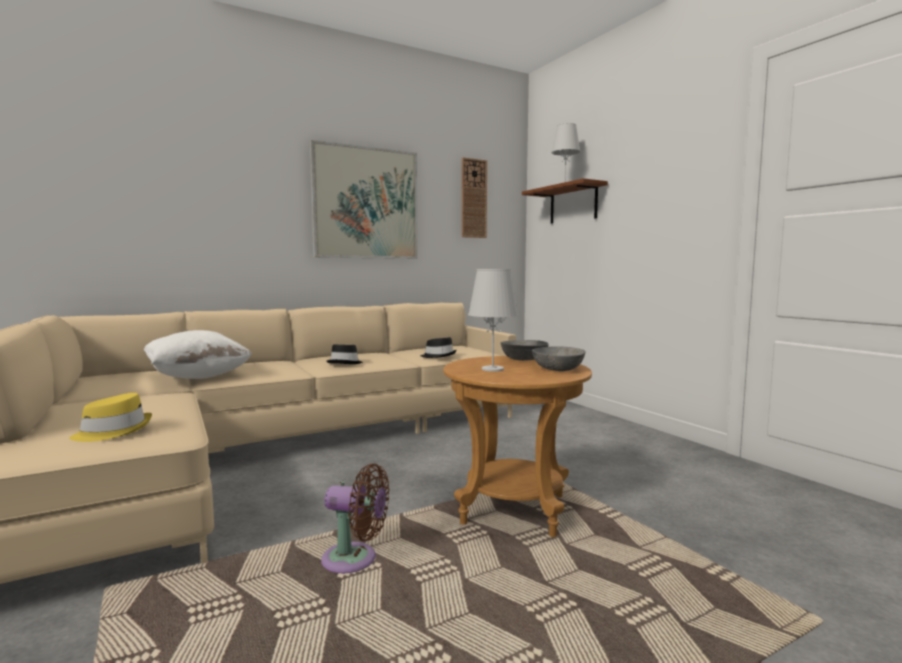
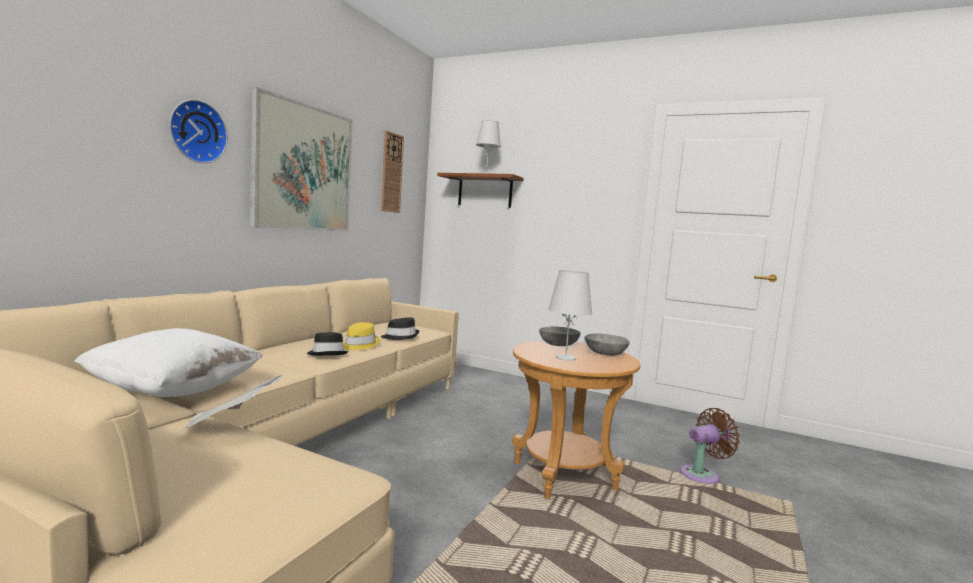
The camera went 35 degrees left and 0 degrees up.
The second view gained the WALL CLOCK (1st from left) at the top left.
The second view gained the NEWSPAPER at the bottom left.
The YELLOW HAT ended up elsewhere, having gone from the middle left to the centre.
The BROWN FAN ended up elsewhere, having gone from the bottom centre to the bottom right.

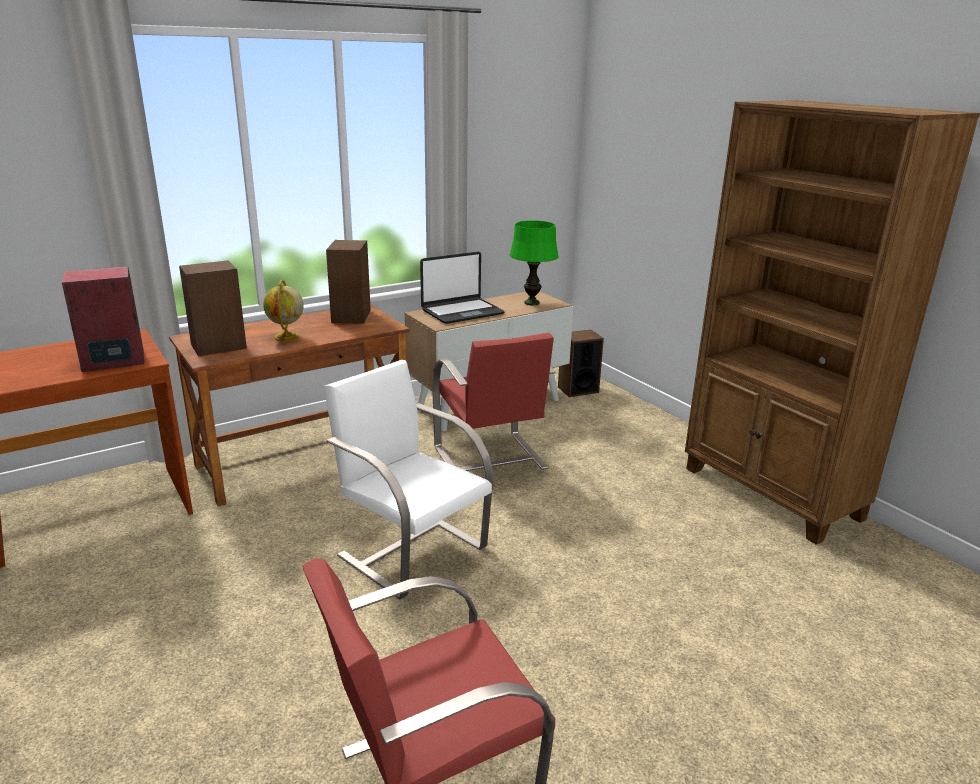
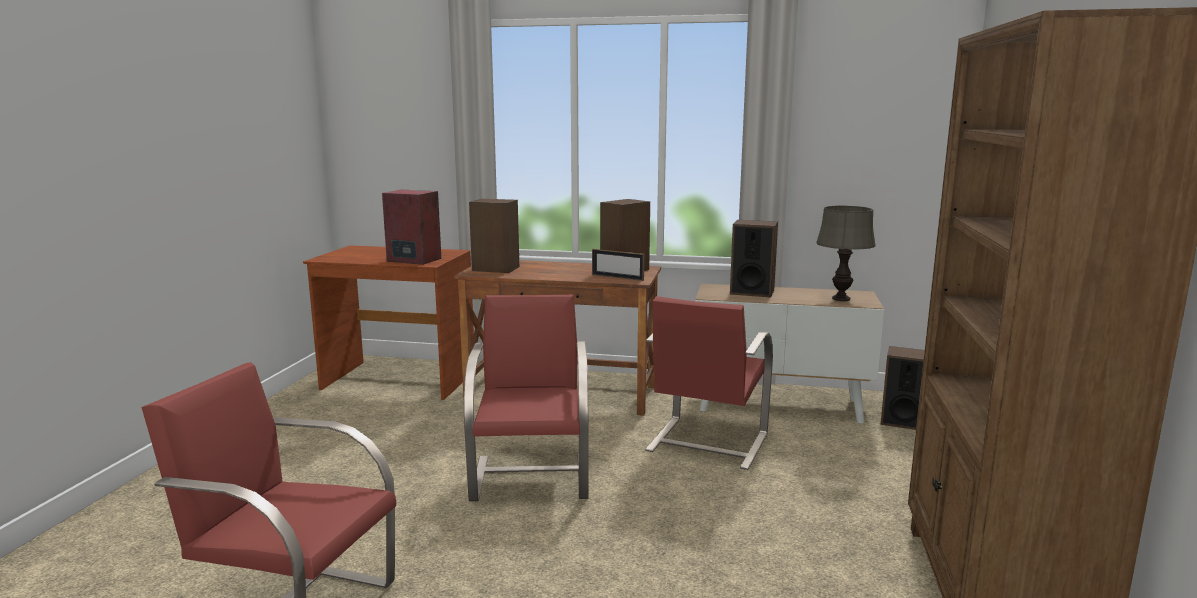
The camera went 45 degrees right and 10 degrees down.
What was the WHITE CHAIR at the centre turned into the RED CHAIR (2nd from left) at the centre.
The second view gained the PICTURE FRAME at the centre.
Where the LAPTOP stood at the centre, the SPEAKER (4th from left) came to stand at the centre.
What was the GREEN TABLE LAMP at the centre turned into the GREY TABLE LAMP at the middle right.
The second view lost the GLOBE at the middle left.

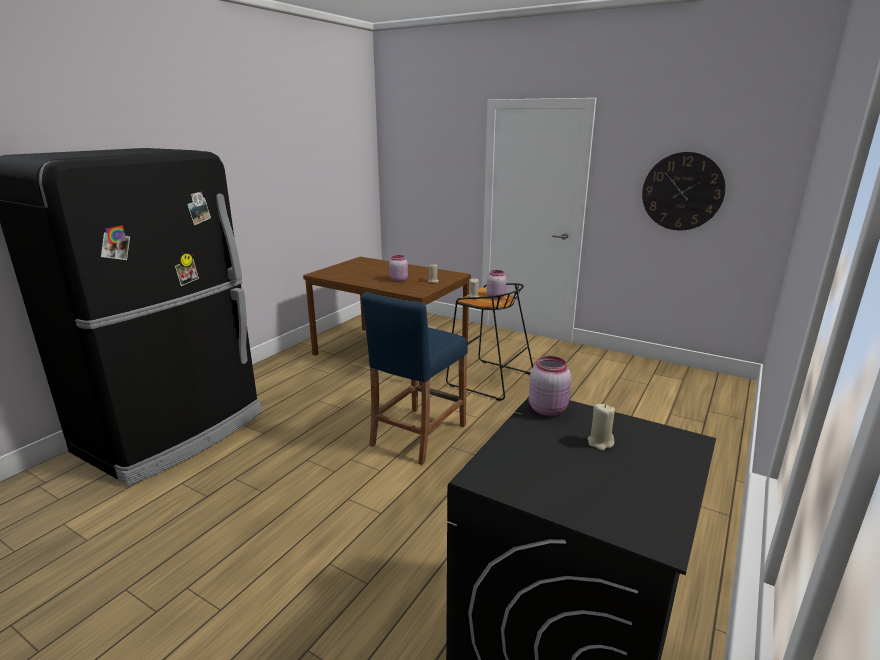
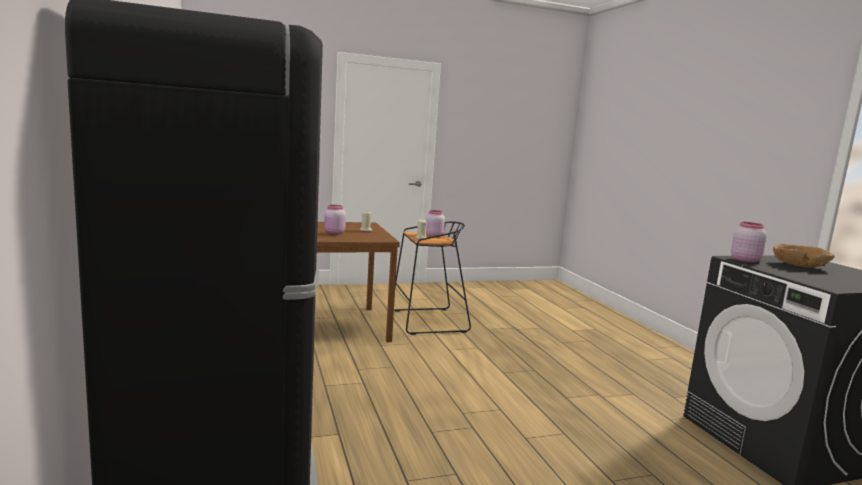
The camera went 50 degrees left and 10 degrees down.
Where the BEIGE CANDLE (3rd from left) stood at the middle right, the BROWN BOWL came to stand at the middle right.
The second view lost the BLUE STOOL at the centre.
The second view lost the WALL CLOCK at the top right.

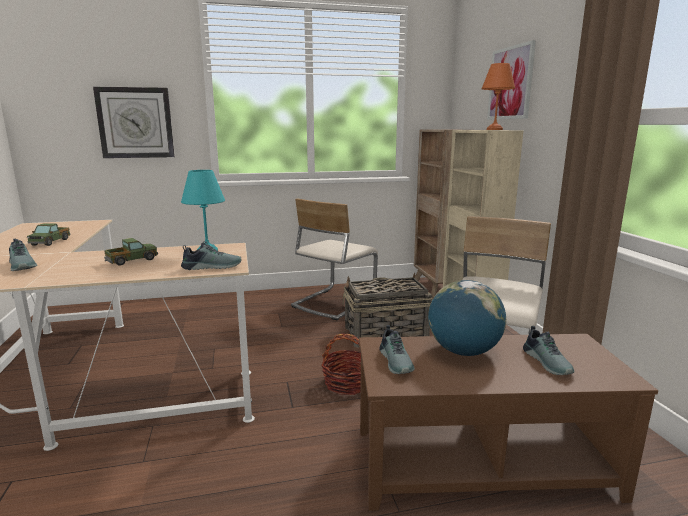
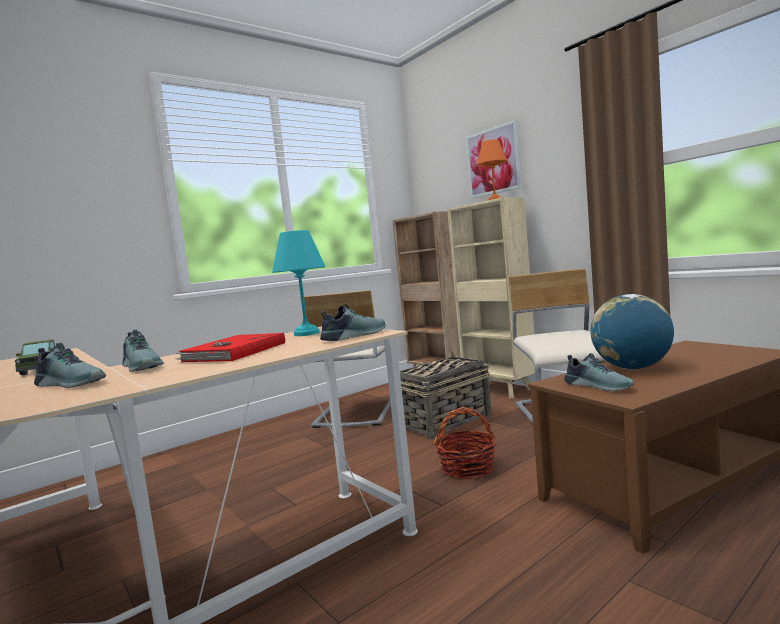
The camera went 25 degrees left and 10 degrees down.
The SHOE (4th from left in the first image) ended up elsewhere, having gone from the bottom right to the middle left.
Where the TOY TRUCK (2nd from left) stood at the middle left, the RED BOOK came to stand at the middle left.
The second view lost the WALL CLOCK at the top left.

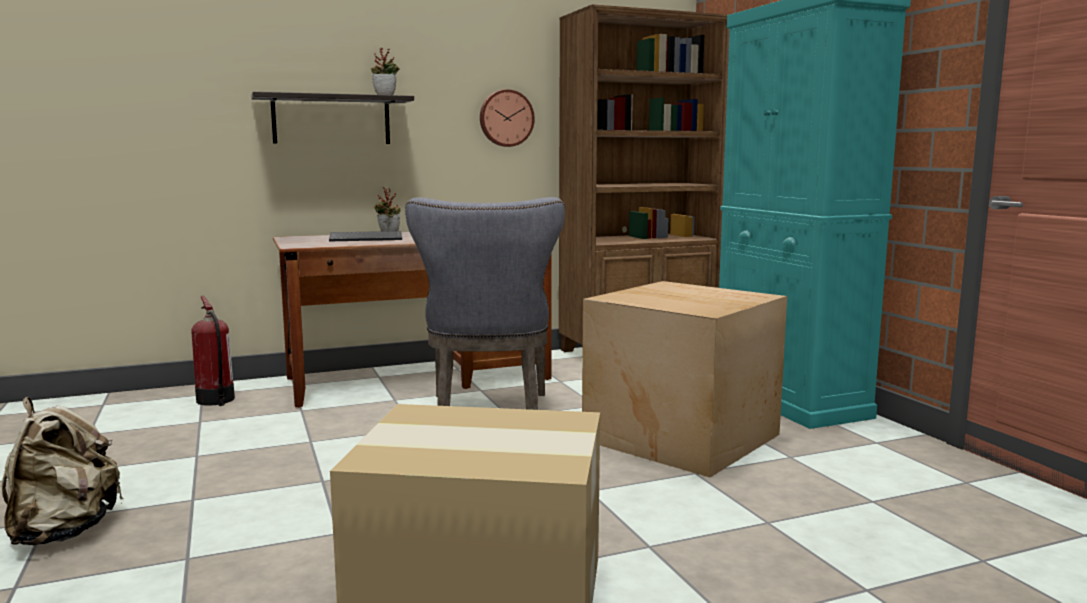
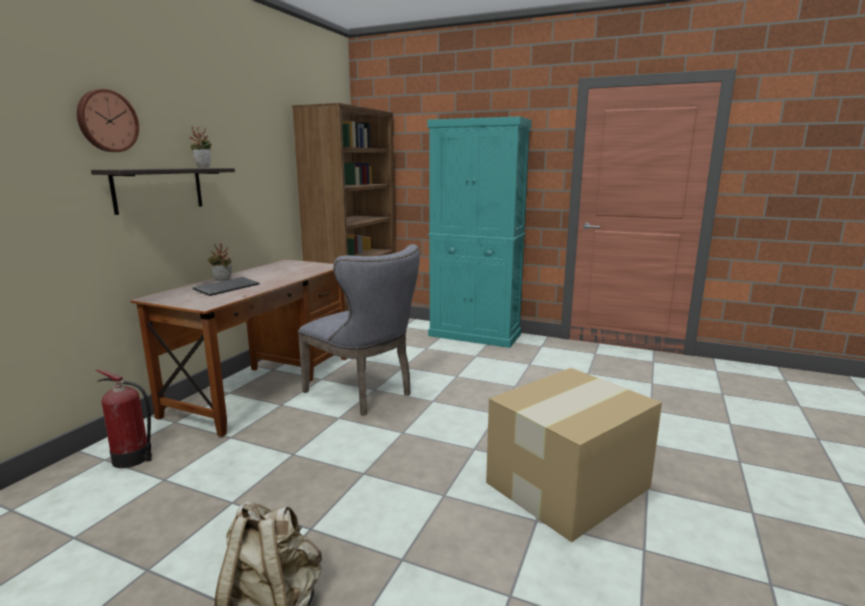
The camera went 45 degrees left and 5 degrees up.
The WALL CLOCK ended up elsewhere, having gone from the top centre to the top left.
The second view lost the CARDBOARD BOX (2nd from left) at the centre.

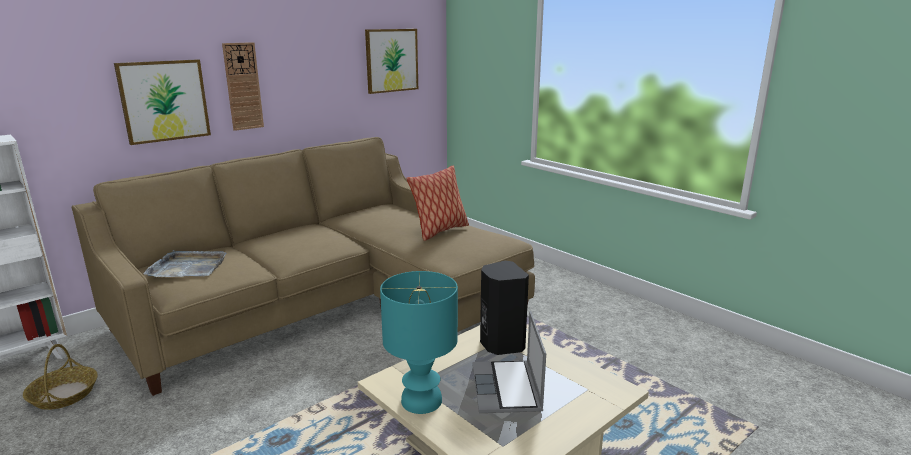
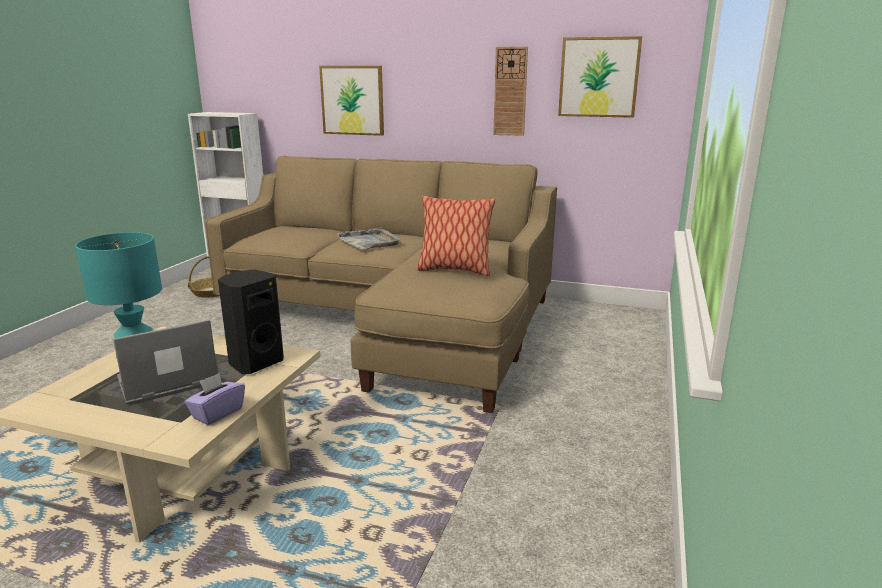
The camera went 60 degrees right and 0 degrees up.
The second view gained the PURPLE TISSUE BOX at the bottom left.
The GREY TRAY ended up elsewhere, having gone from the middle left to the centre.
The WALL CLOCK ended up elsewhere, having gone from the top left to the top centre.

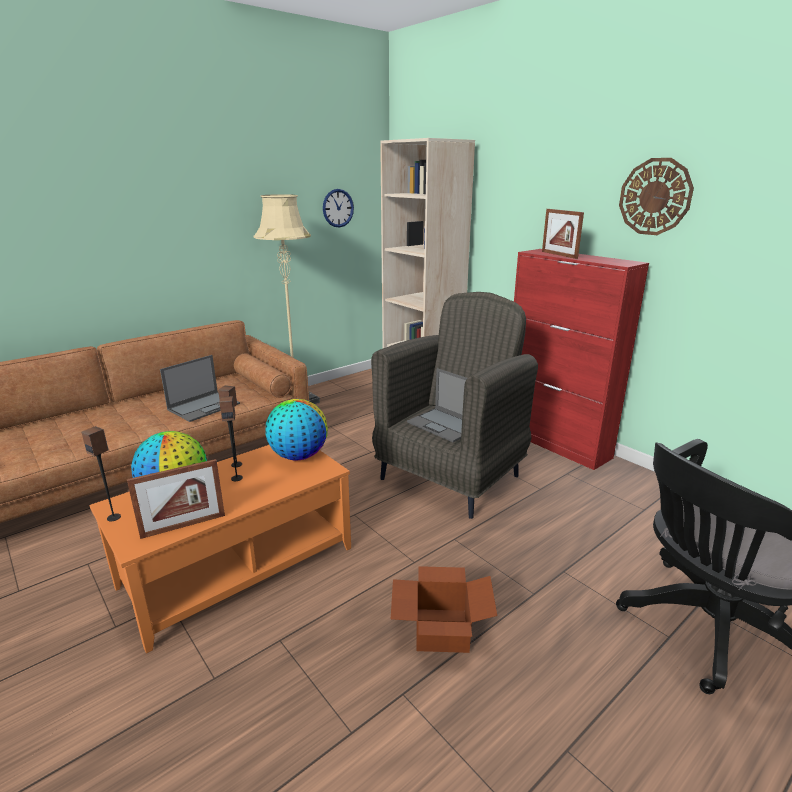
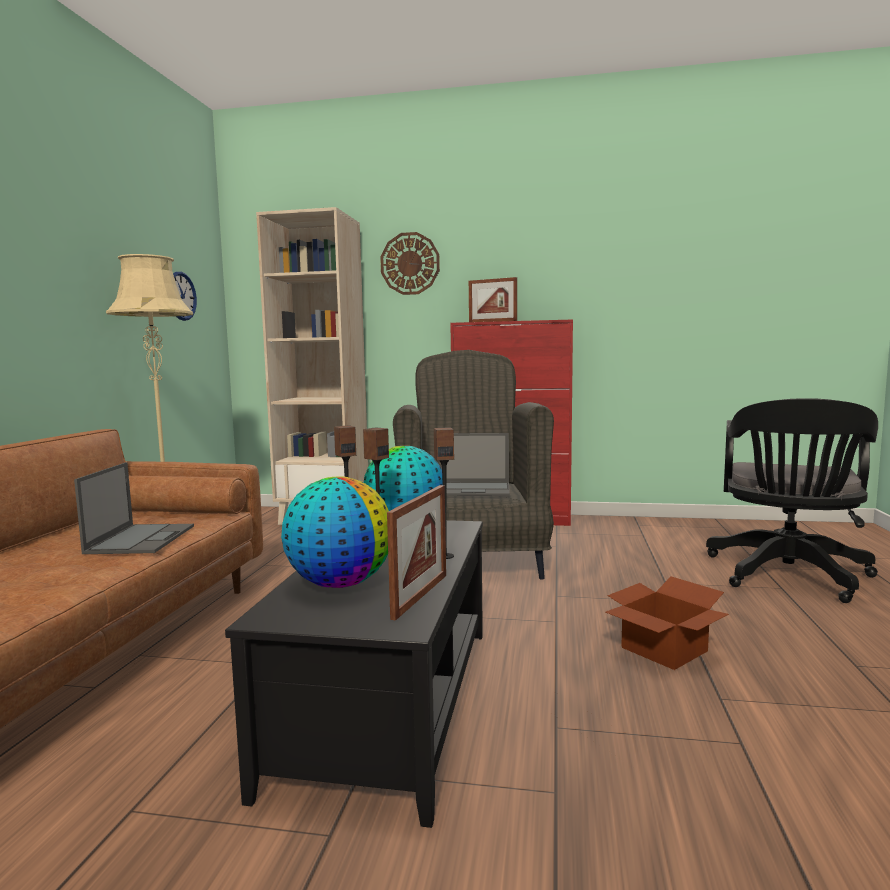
The camera went 40 degrees left and 15 degrees down.
What was the ORANGE COFFEE TABLE at the bottom left turned into the BLACK COFFEE TABLE at the bottom centre.
The WALL CLOCK (2nd from left) ended up elsewhere, having gone from the top right to the top centre.
The SPEAKER (1st from left in the first image) ended up elsewhere, having gone from the middle left to the centre.

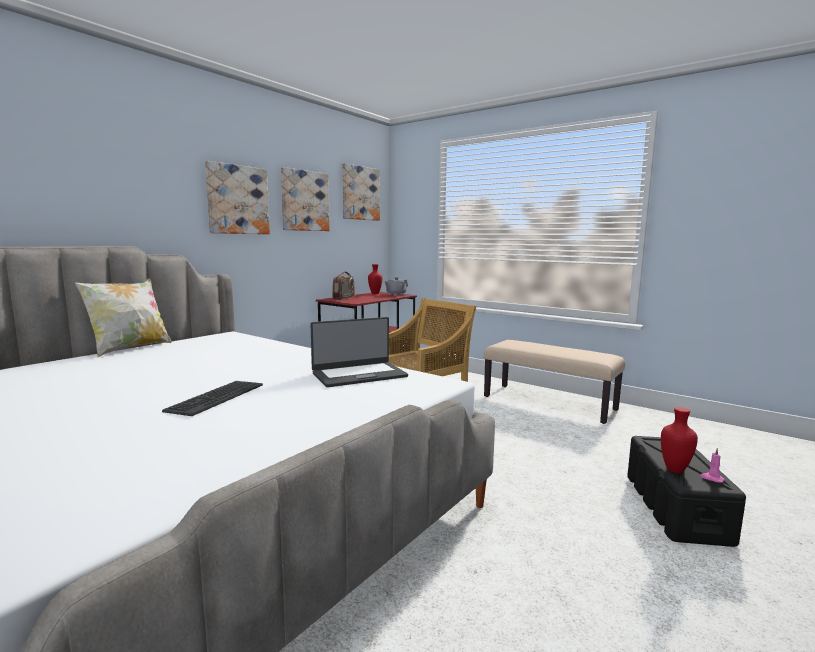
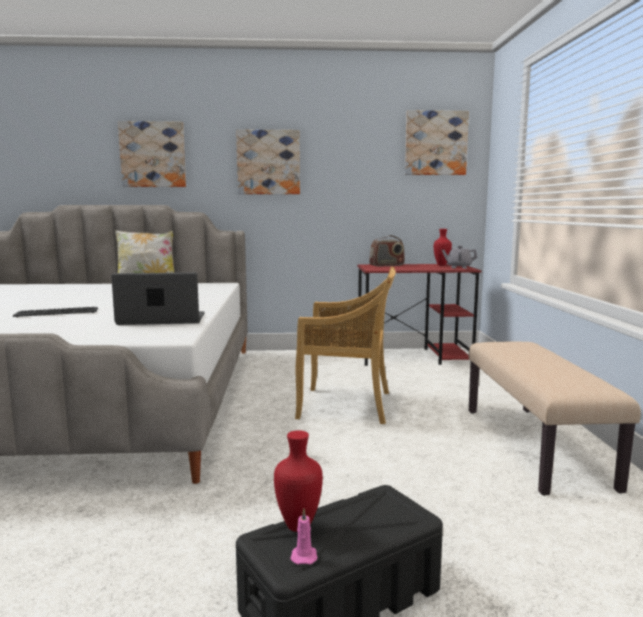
The camera went 50 degrees right and 0 degrees up.
The LAPTOP at the centre ended up facing another way, 150 degrees clockwise from before.
The PICTURE (2nd from left in the first image) ended up elsewhere, having gone from the top centre to the top left.

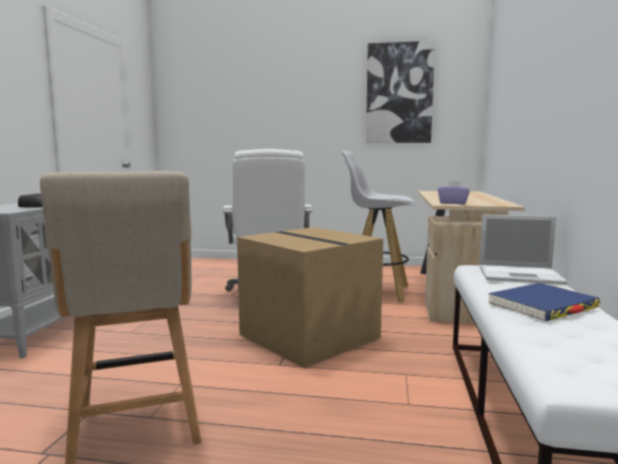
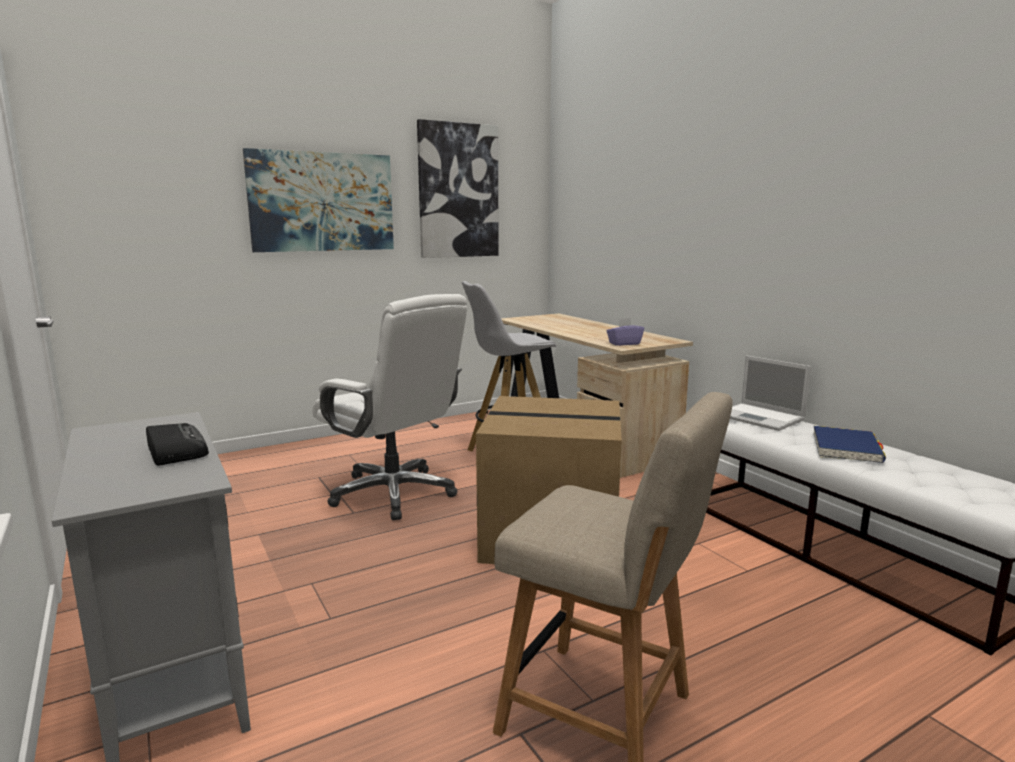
The camera went 40 degrees left and 5 degrees up.
The second view gained the PICTURE (1st from left) at the top left.
The LAPTOP at the middle right ended up facing another way, 75 degrees clockwise from before.

